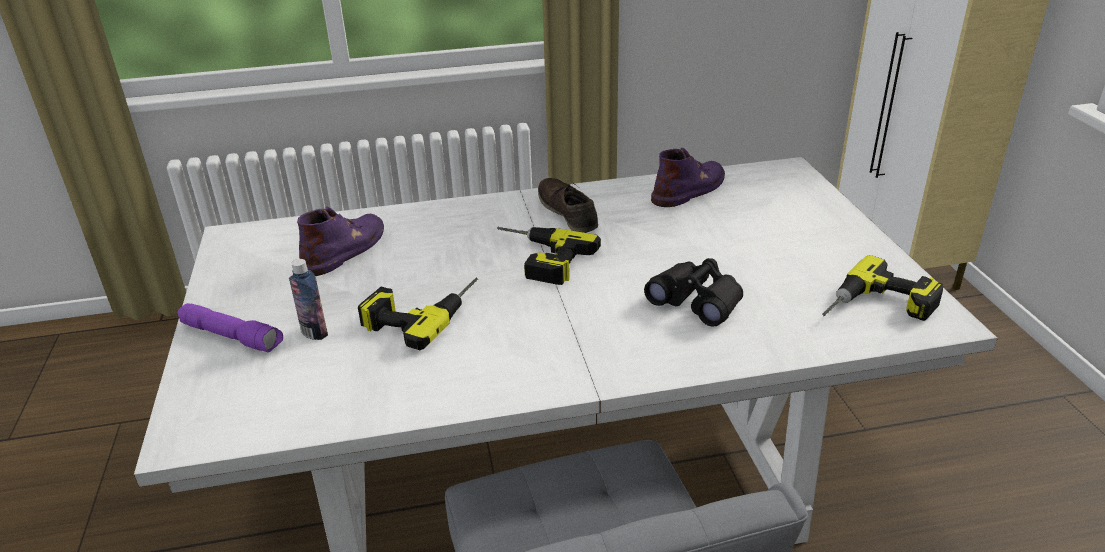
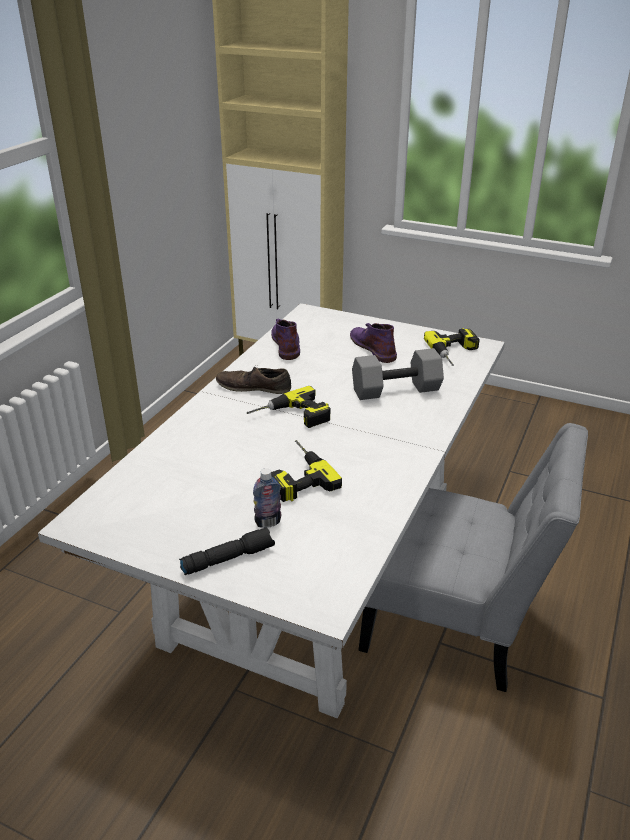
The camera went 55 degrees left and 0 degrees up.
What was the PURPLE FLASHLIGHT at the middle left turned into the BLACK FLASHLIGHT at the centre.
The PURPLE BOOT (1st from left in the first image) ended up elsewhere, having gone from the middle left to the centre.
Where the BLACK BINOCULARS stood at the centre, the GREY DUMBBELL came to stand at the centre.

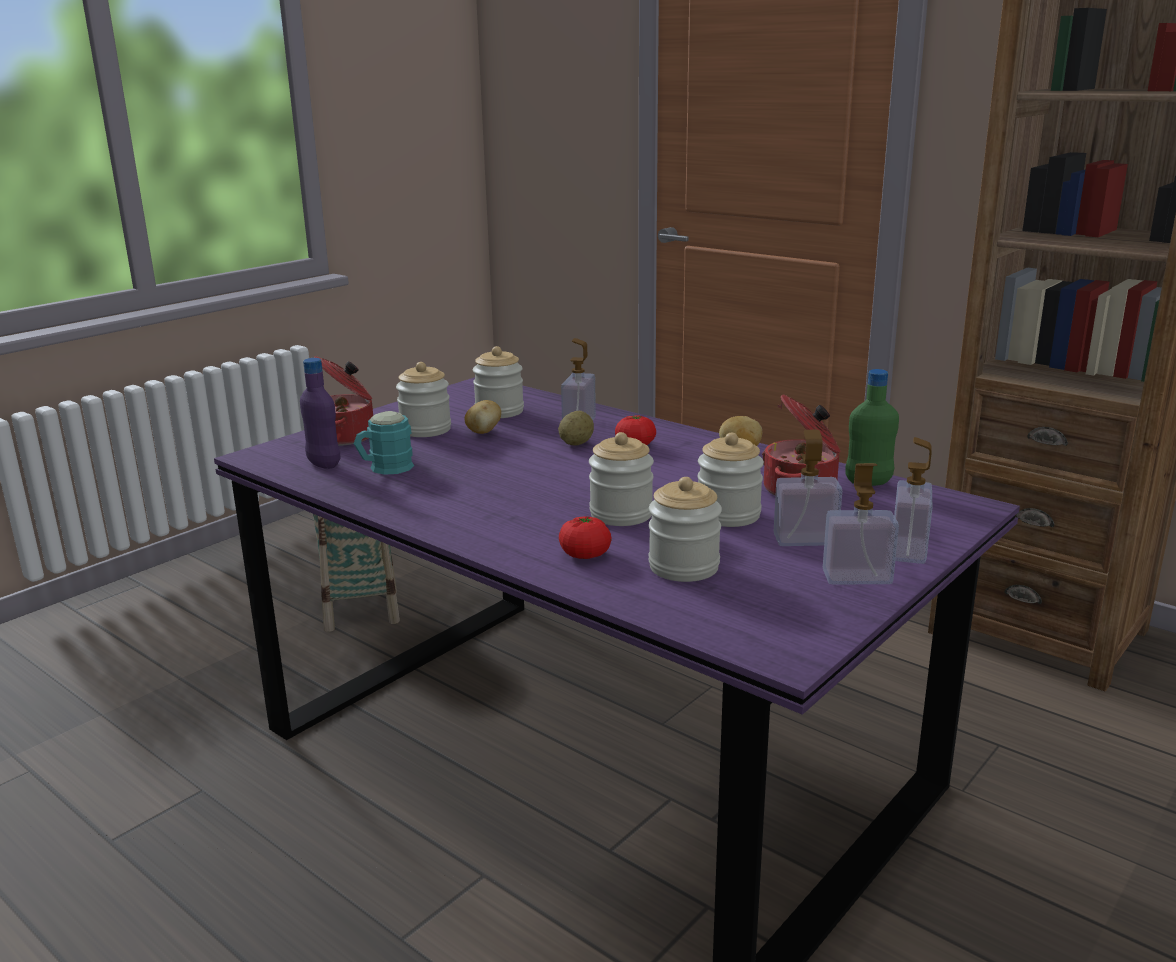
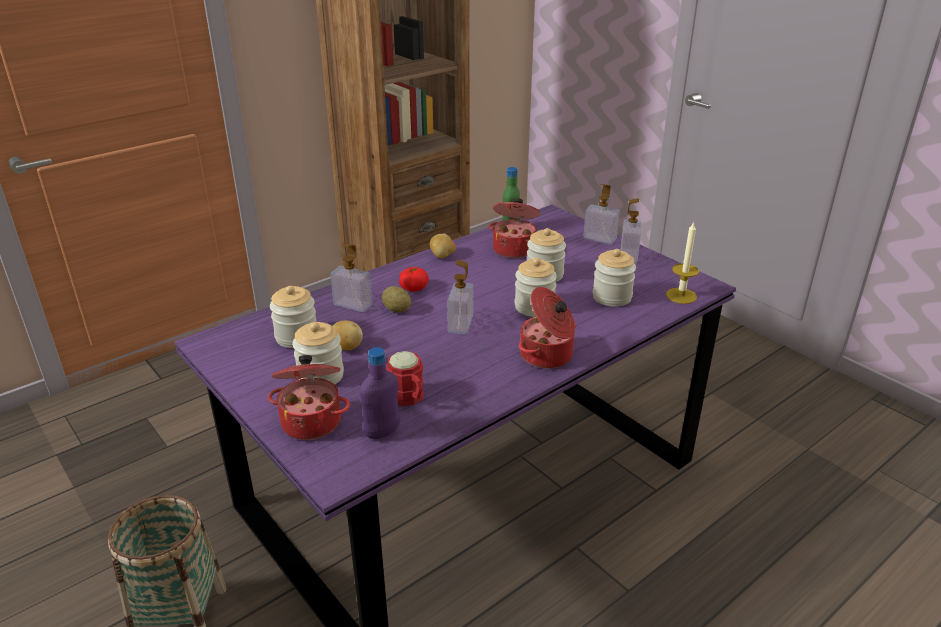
The camera went 80 degrees left and 10 degrees up.
What was the TURQUOISE MUG at the middle left turned into the RED MUG at the centre.
The SOAP DISPENSER (2nd from left) ended up elsewhere, having gone from the middle right to the centre.
The second view gained the COOKING POT (3rd from left) at the centre.
The second view gained the CANDLE at the middle right.
The second view lost the TOMATO (1st from left) at the centre.

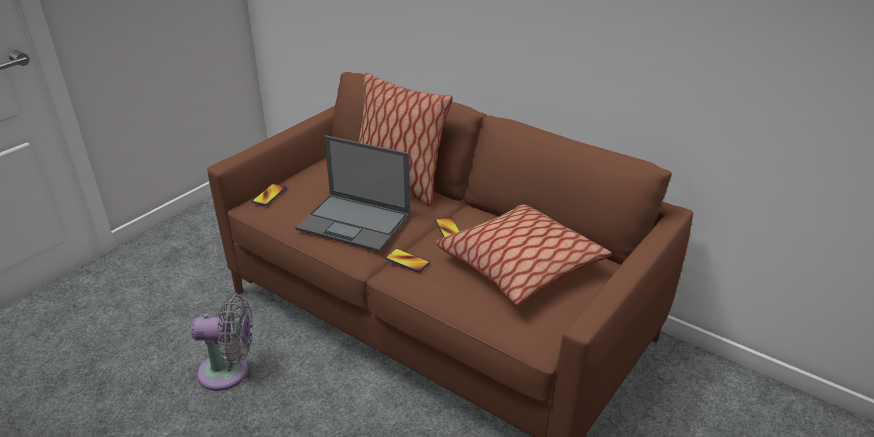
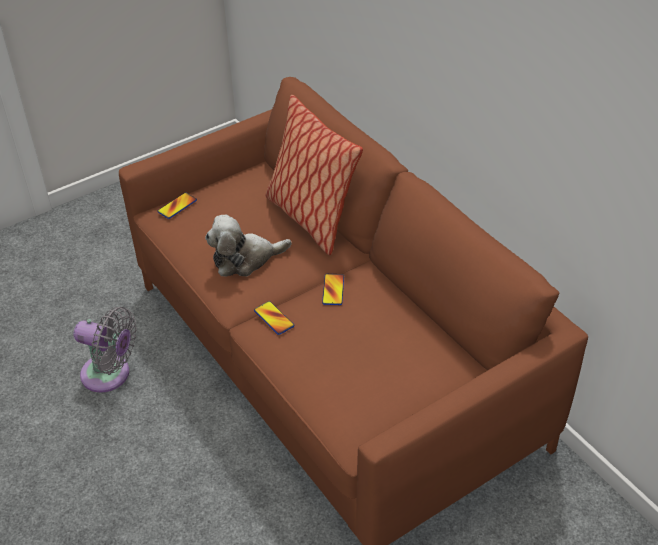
The camera went 20 degrees right and 10 degrees up.
Where the LAPTOP stood at the centre, the PLUSH TOY came to stand at the centre.
The second view lost the PILLOW (2nd from left) at the centre.

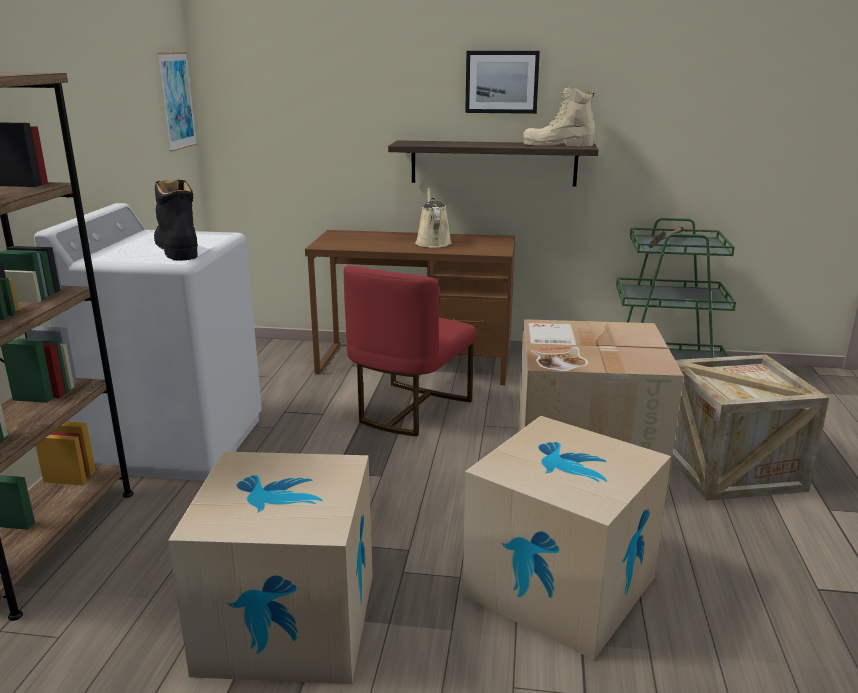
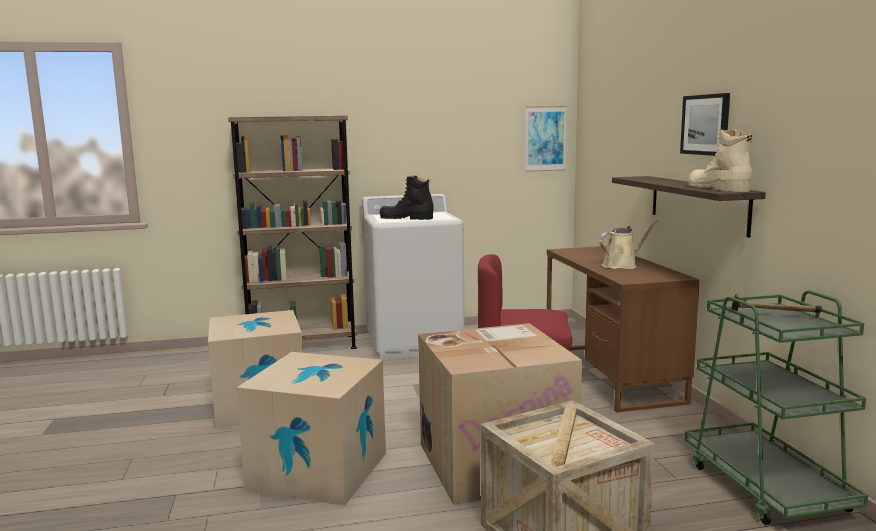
The camera went 70 degrees right and 10 degrees down.
The BLACK BOOT at the top left ended up facing another way, 120 degrees counterclockwise from before.

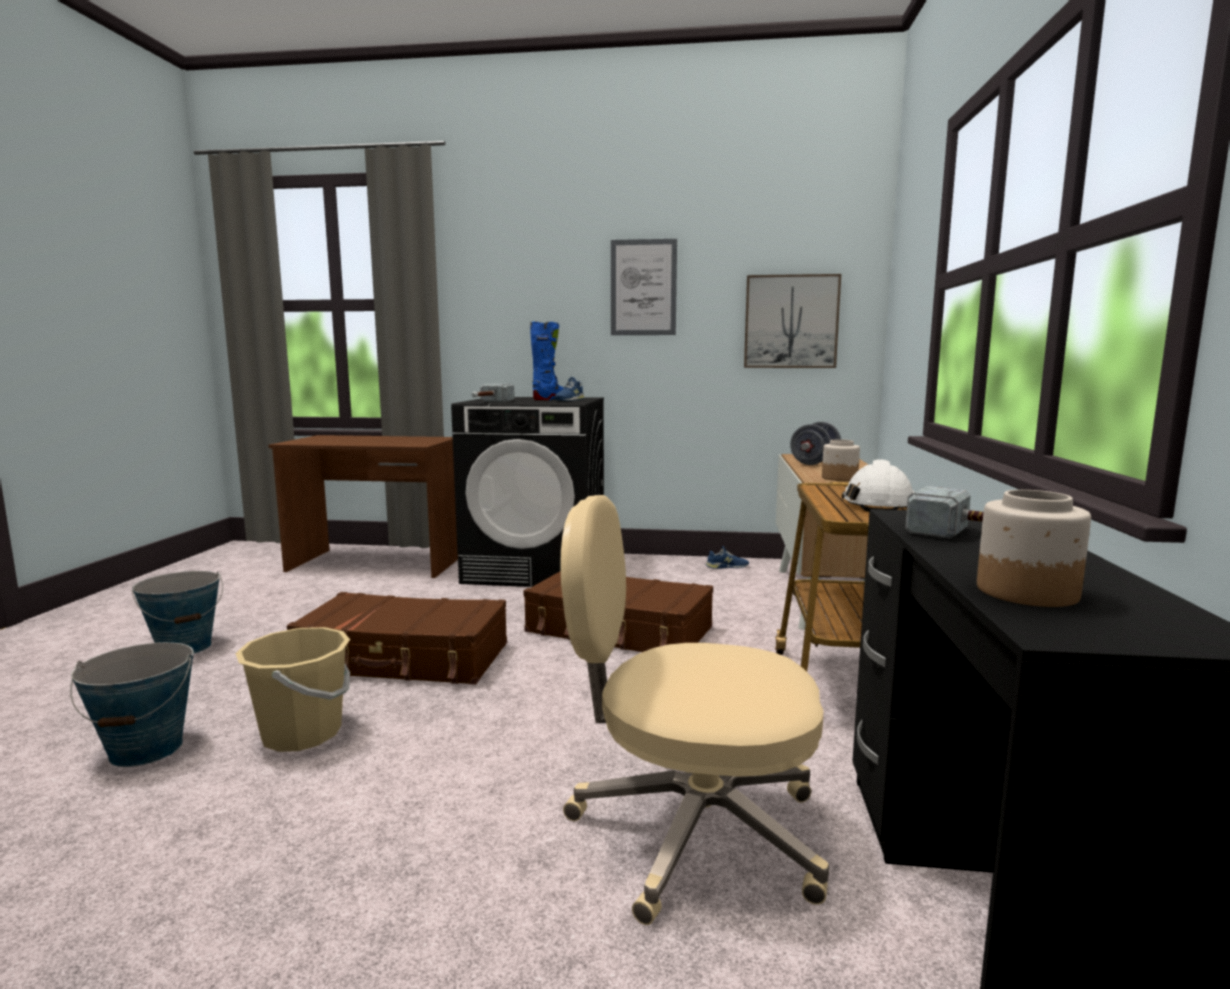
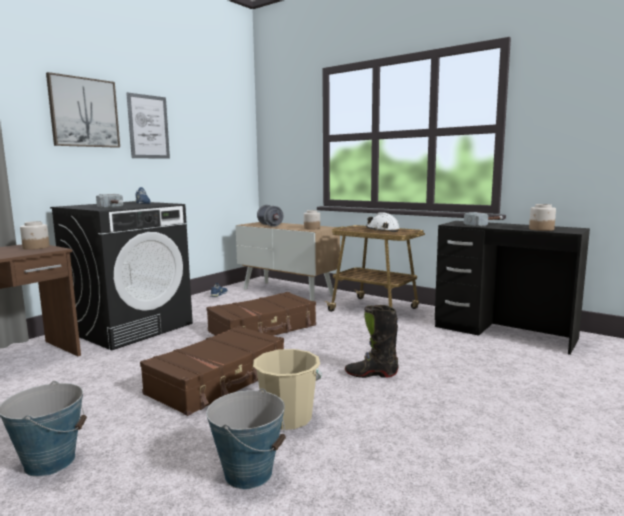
The camera went 60 degrees left and 0 degrees up.
The second view gained the JAR (1st from left) at the middle left.
The PICTURE (2nd from left in the first image) ended up elsewhere, having gone from the top centre to the top left.
The second view gained the BLACK BOOT at the centre.
The second view lost the BLUE BOOT at the centre.
The second view lost the BEIGE OFFICE CHAIR at the bottom centre.

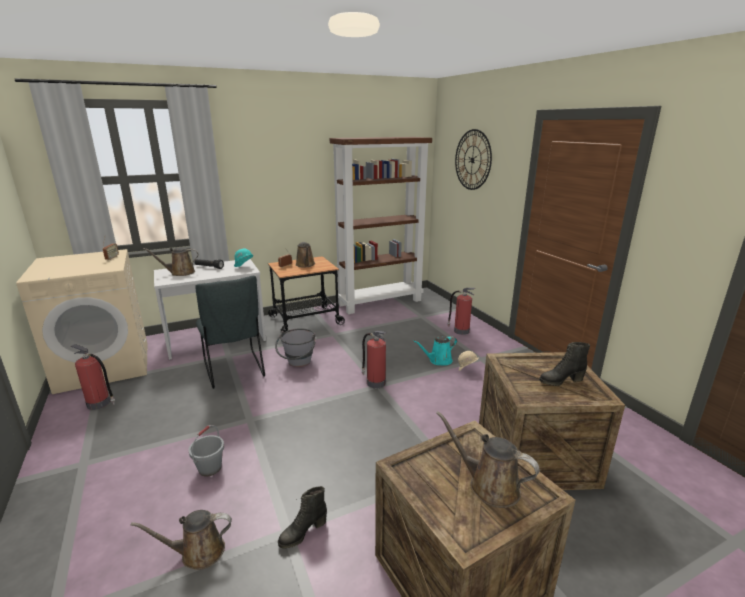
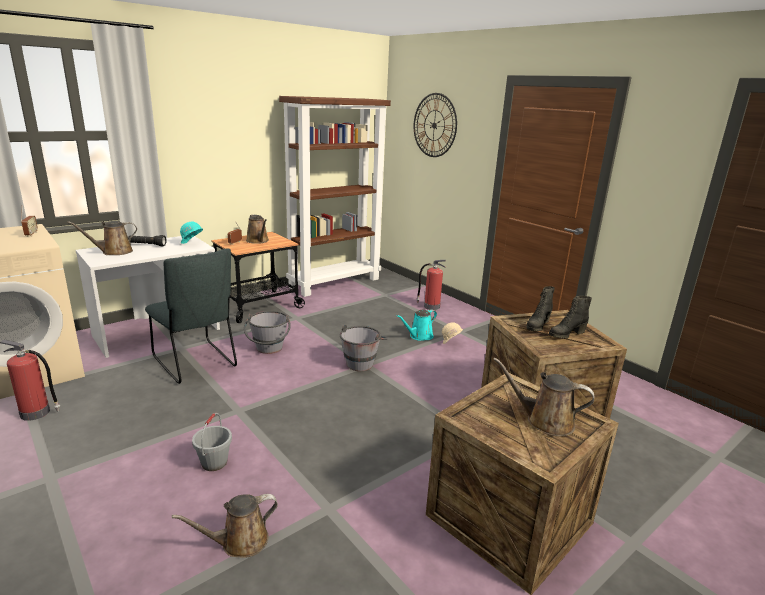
The camera went 15 degrees left and 0 degrees up.
Where the FIRE EXTINGUISHER (2nd from left) stood at the centre, the GREY BUCKET (3rd from left) came to stand at the centre.
The BLACK BOOT (1st from left) ended up elsewhere, having gone from the bottom centre to the middle right.

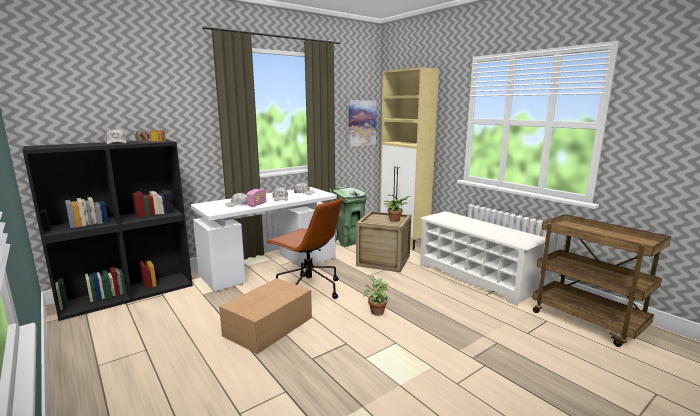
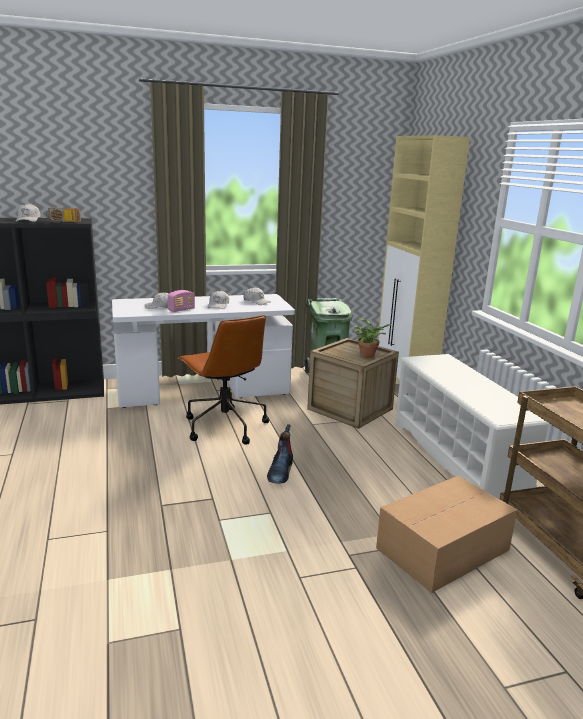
The camera went 20 degrees right and 5 degrees up.
Where the POTTED PLANT (1st from left) stood at the bottom centre, the BOOT came to stand at the centre.
The CARDBOARD BOX ended up elsewhere, having gone from the bottom centre to the bottom right.
The second view lost the PICTURE at the top centre.

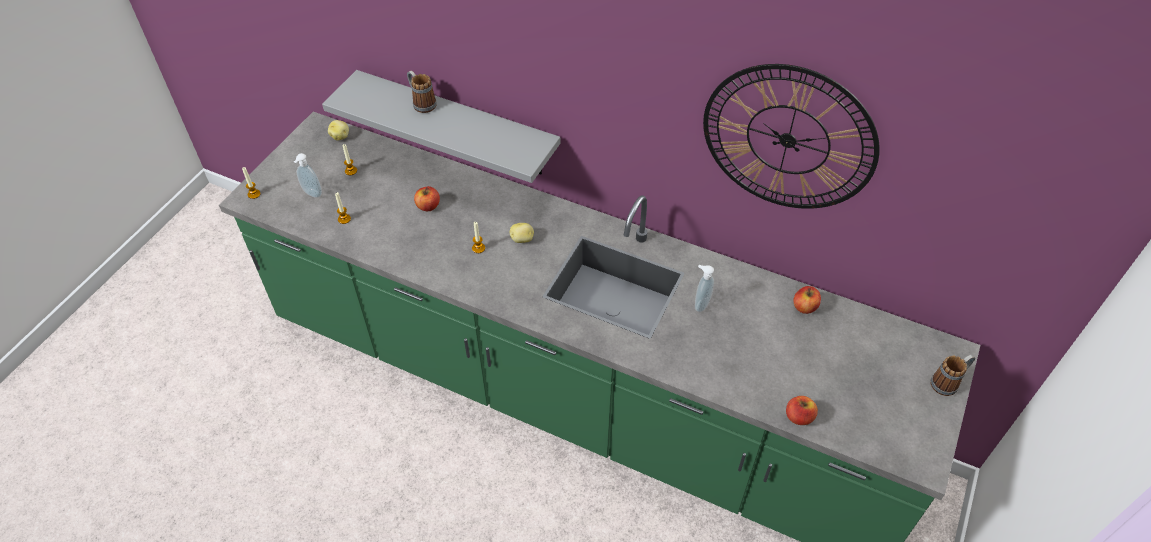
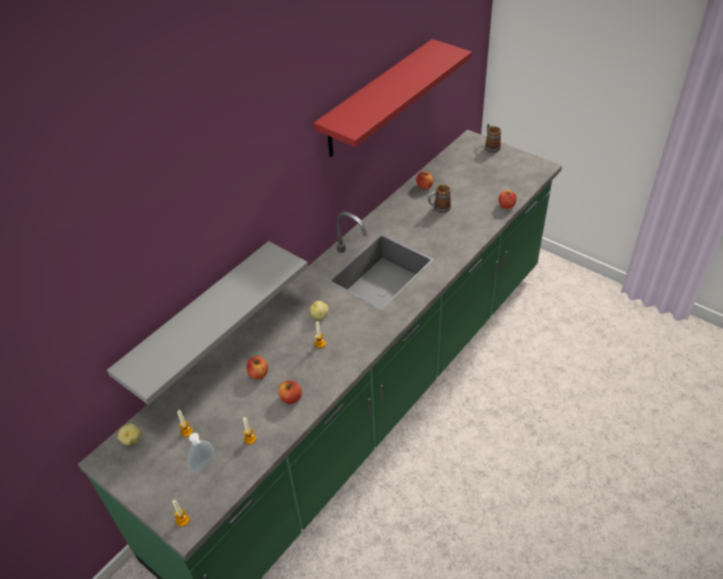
The camera went 75 degrees left and 5 degrees down.
The second view gained the APPLE (2nd from left) at the bottom centre.
Where the WALL CLOCK hung at the top right, the RED SHELF came to hang at the top centre.
The MUG (1st from left) ended up elsewhere, having gone from the top centre to the centre.
The second view lost the SOAP DISPENSER (2nd from left) at the centre.

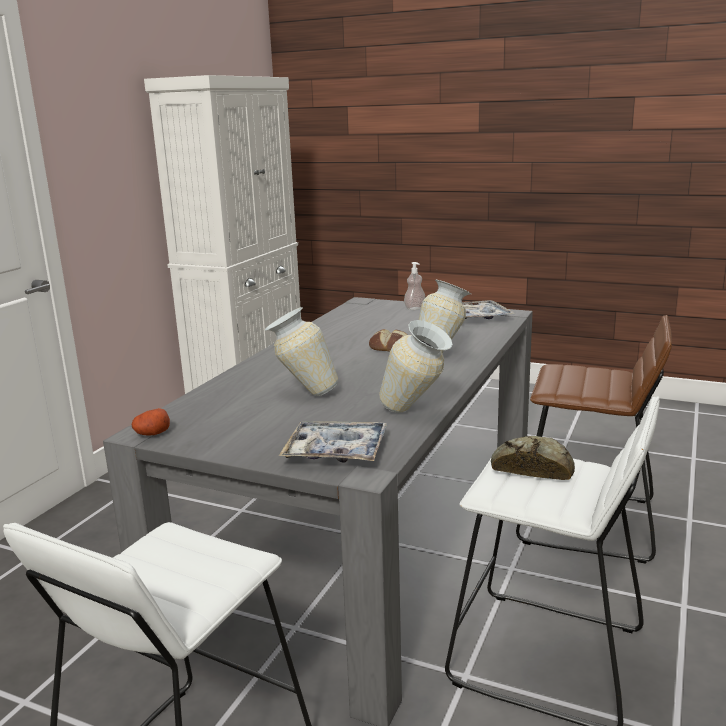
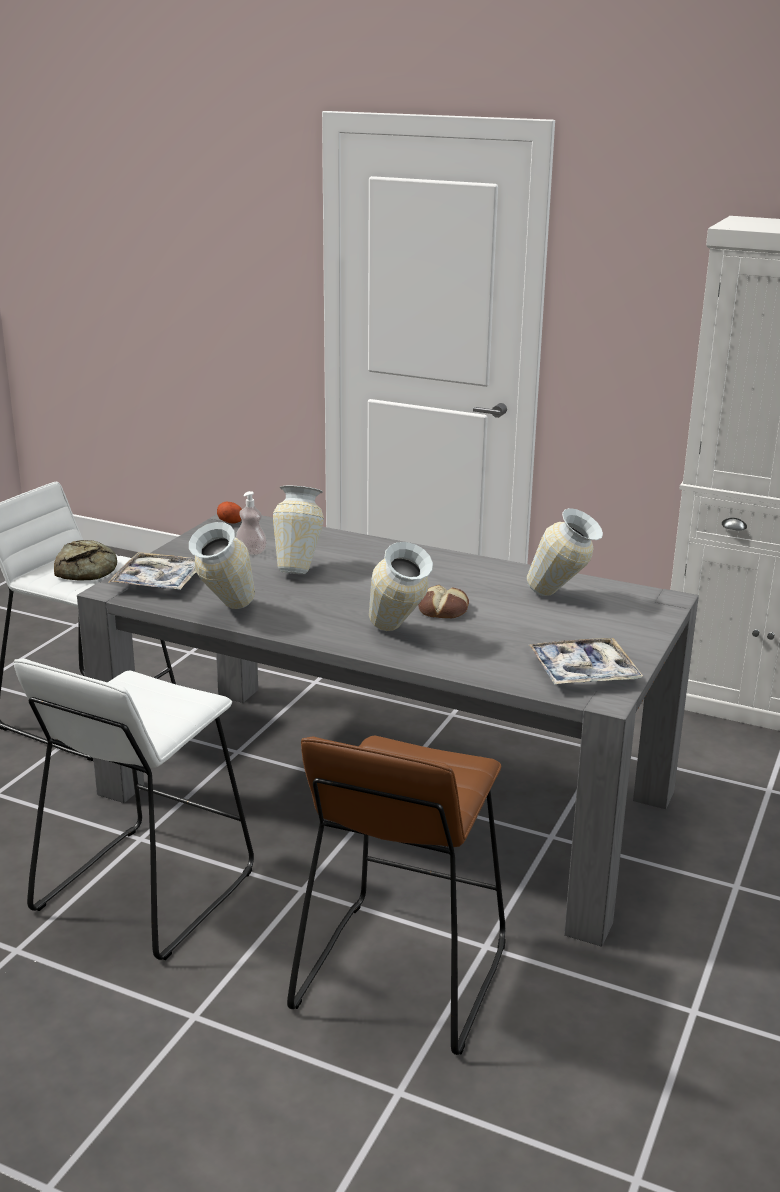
The camera went 90 degrees right and 5 degrees up.
The BREAD (2nd from left in the first image) ended up elsewhere, having gone from the middle right to the middle left.
The SOAP DISPENSER ended up elsewhere, having gone from the centre to the middle left.
The second view gained the VASE (4th from left) at the middle right.

